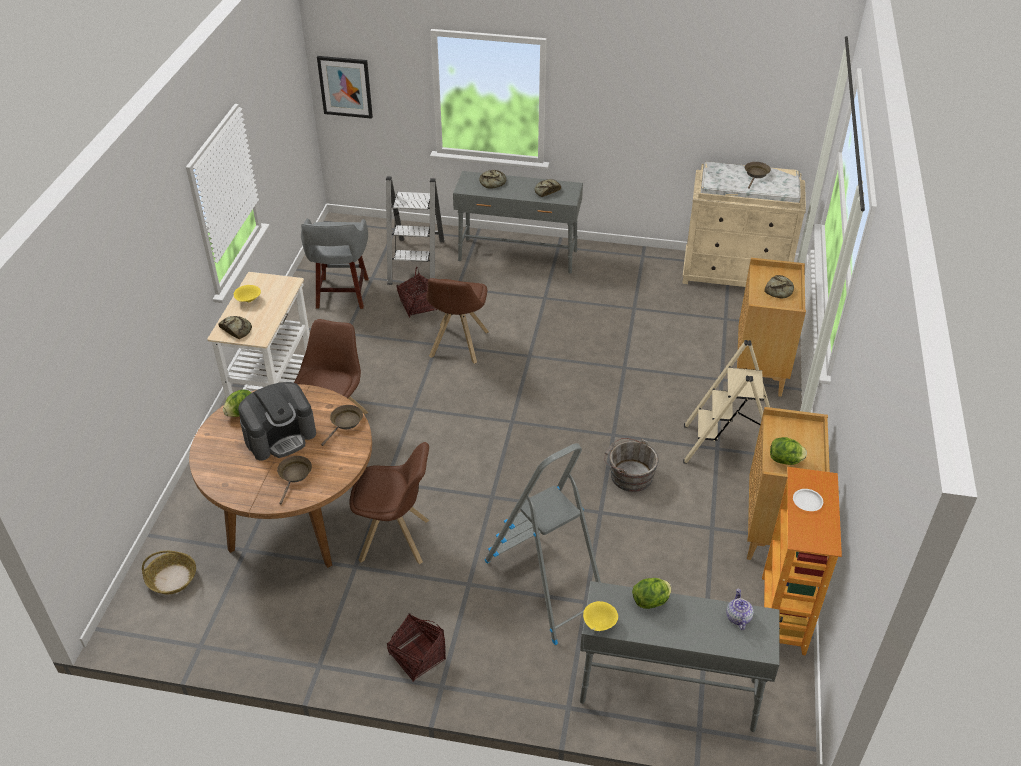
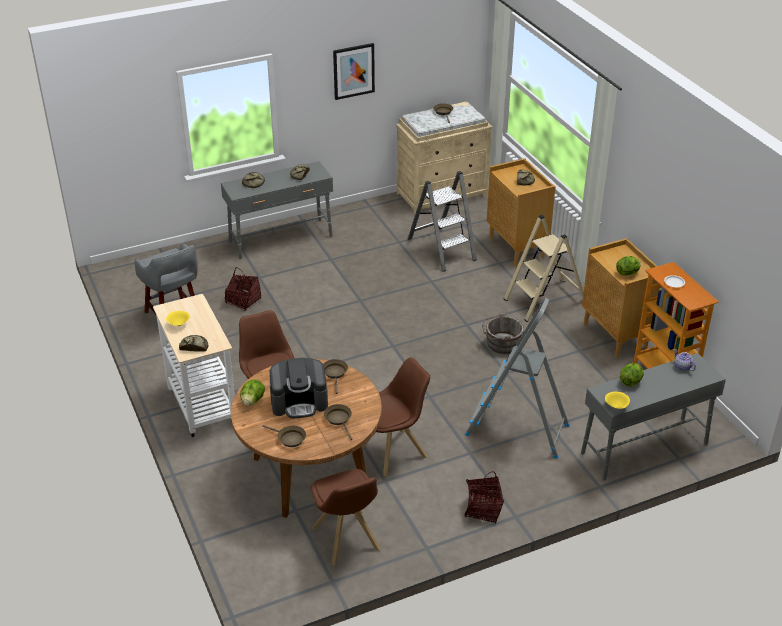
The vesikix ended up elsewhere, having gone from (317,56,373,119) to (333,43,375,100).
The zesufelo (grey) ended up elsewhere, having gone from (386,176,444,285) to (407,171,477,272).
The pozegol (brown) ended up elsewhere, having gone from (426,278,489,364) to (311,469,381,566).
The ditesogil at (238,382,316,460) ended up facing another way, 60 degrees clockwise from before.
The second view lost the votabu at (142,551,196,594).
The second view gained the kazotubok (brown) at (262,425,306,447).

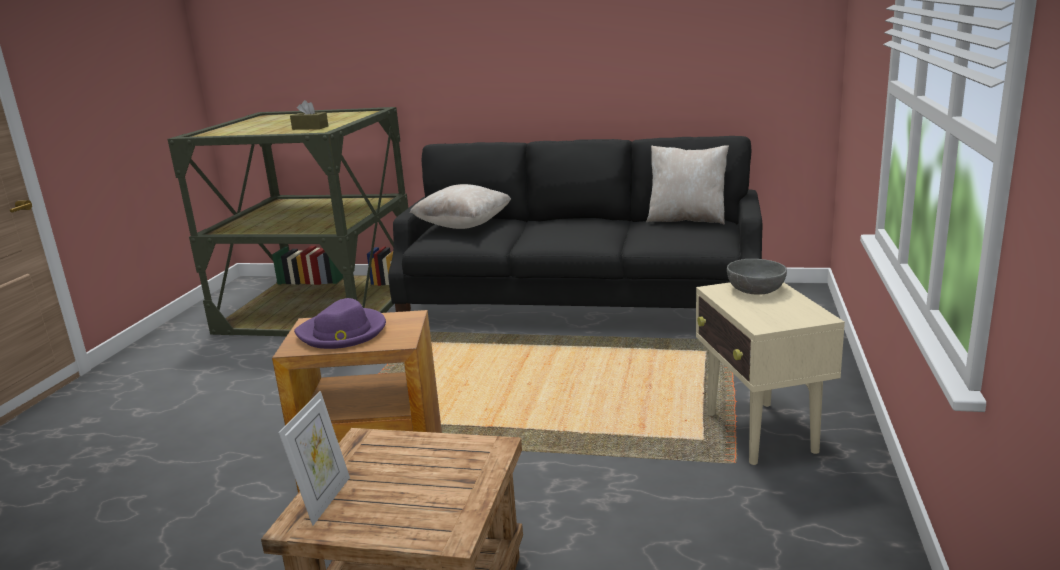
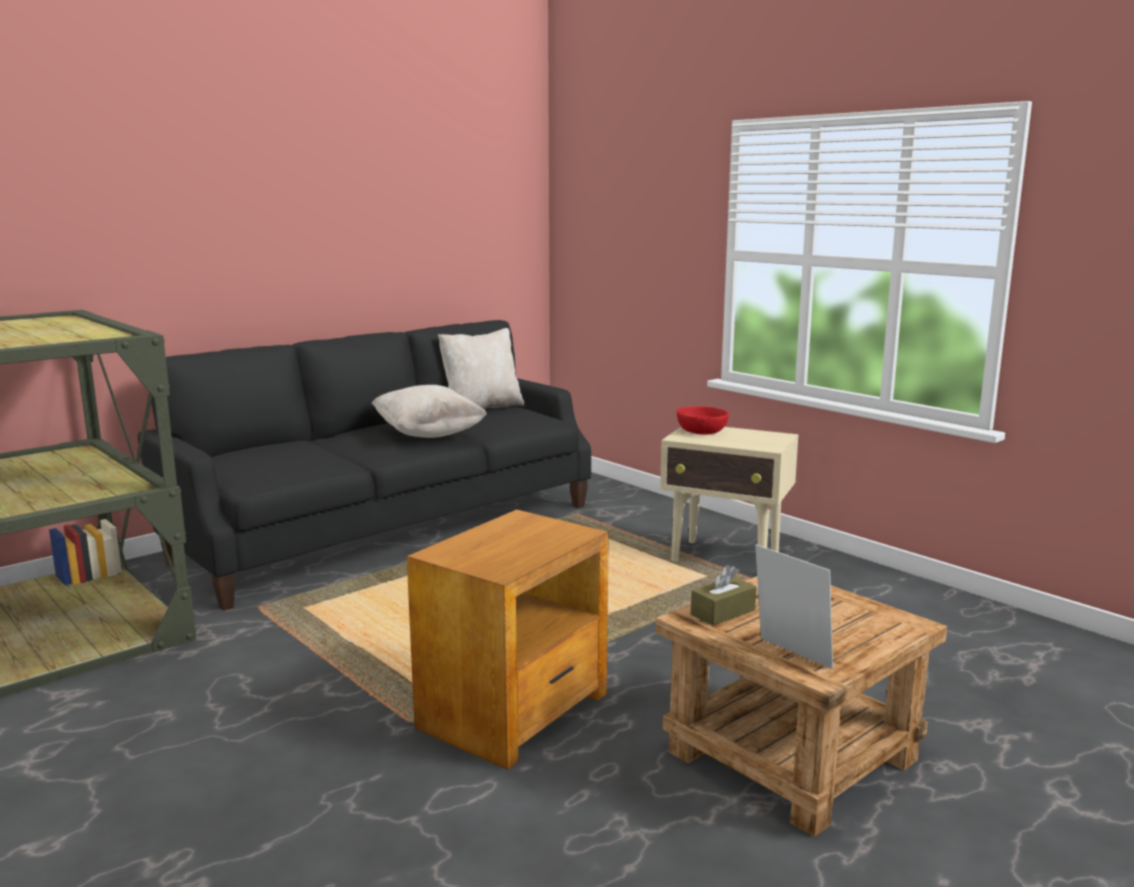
The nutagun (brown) ended up elsewhere, having gone from (290,100,328,130) to (691,565,756,625).
The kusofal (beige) ended up elsewhere, having gone from (409,184,511,229) to (372,385,487,438).
What was the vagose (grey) at (727,259,787,295) turned into the vagose (red) at (677,406,729,434).
The second view lost the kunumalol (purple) at (294,298,386,349).

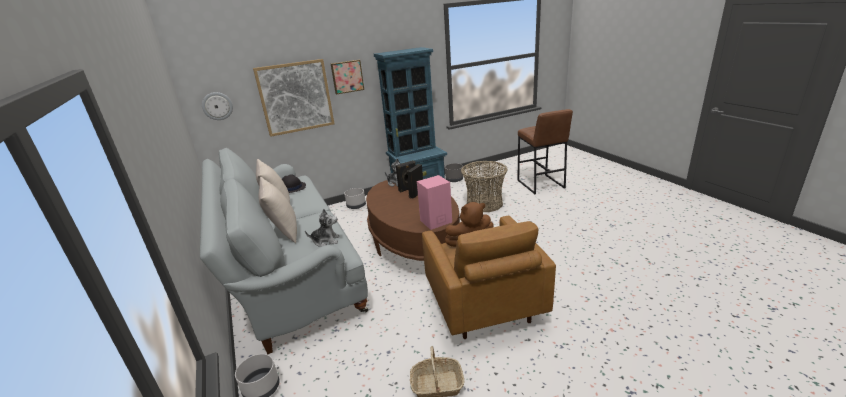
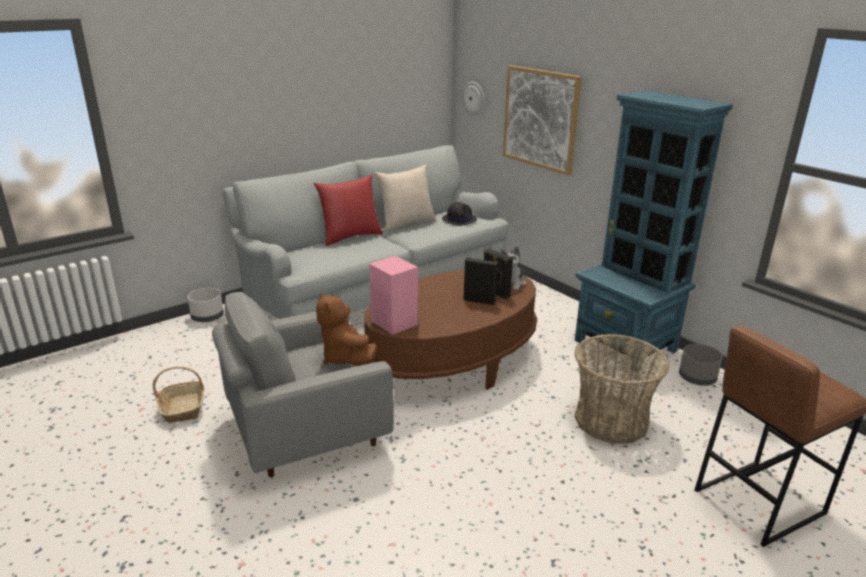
The second view lost the vesikix at (331,60,364,94).
What was the kusofal (beige) at (259,177,297,243) turned into the kusofal (red) at (314,174,383,246).
The second view lost the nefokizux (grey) at (344,188,366,209).
The second view lost the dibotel at (305,208,339,247).
What was the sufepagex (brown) at (422,216,556,339) turned into the sufepagex (grey) at (212,292,394,477).

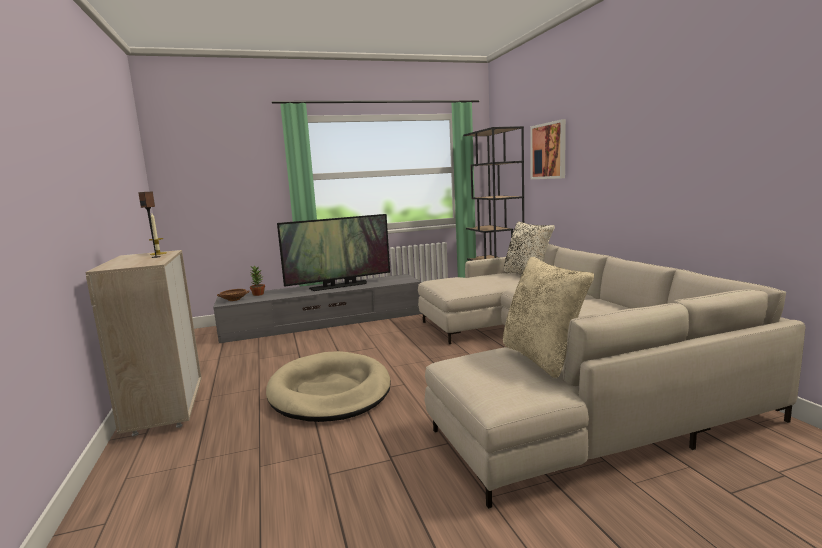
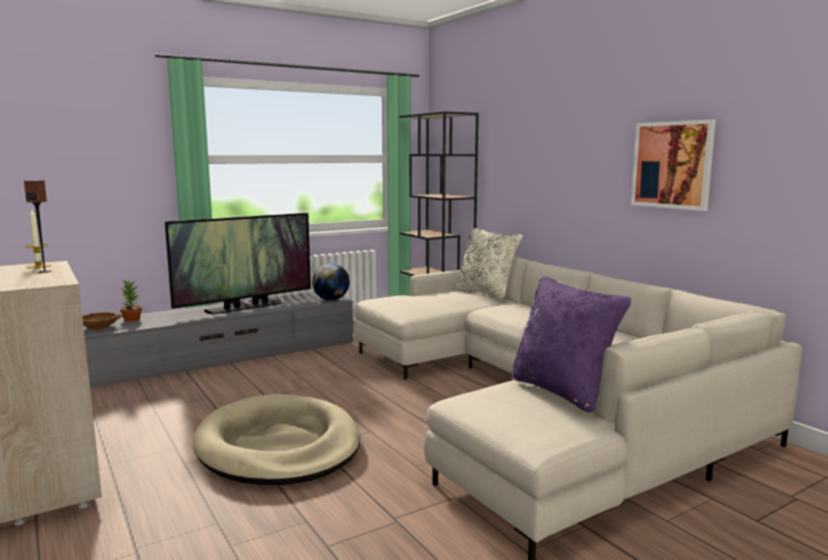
The vesikix ended up elsewhere, having gone from (530,119,566,179) to (631,120,716,211).
What was the kusofal (beige) at (503,257,594,378) turned into the kusofal (purple) at (512,276,632,413).
The second view gained the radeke at (312,263,350,300).

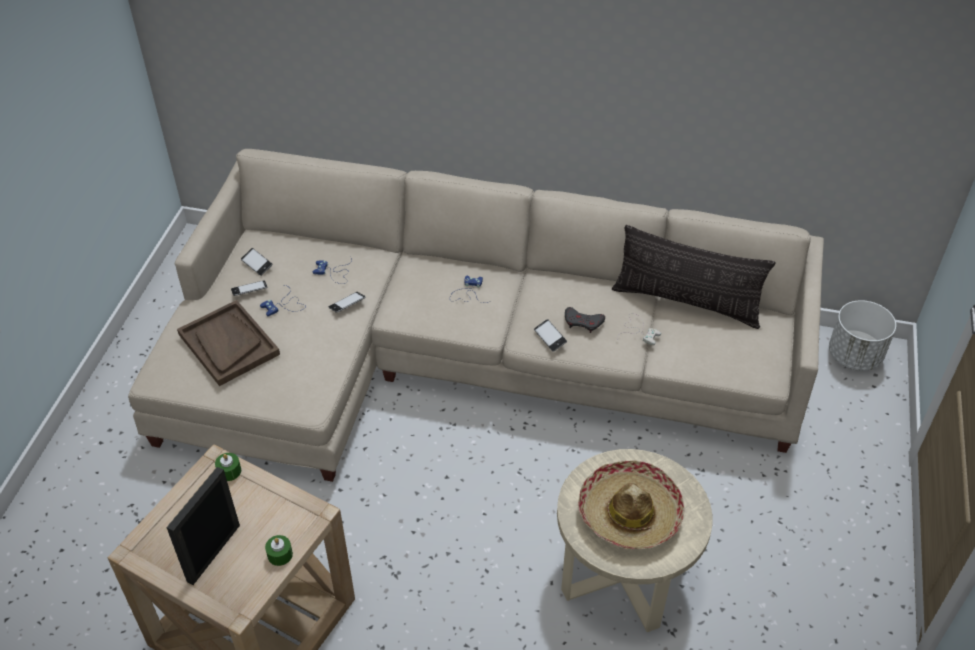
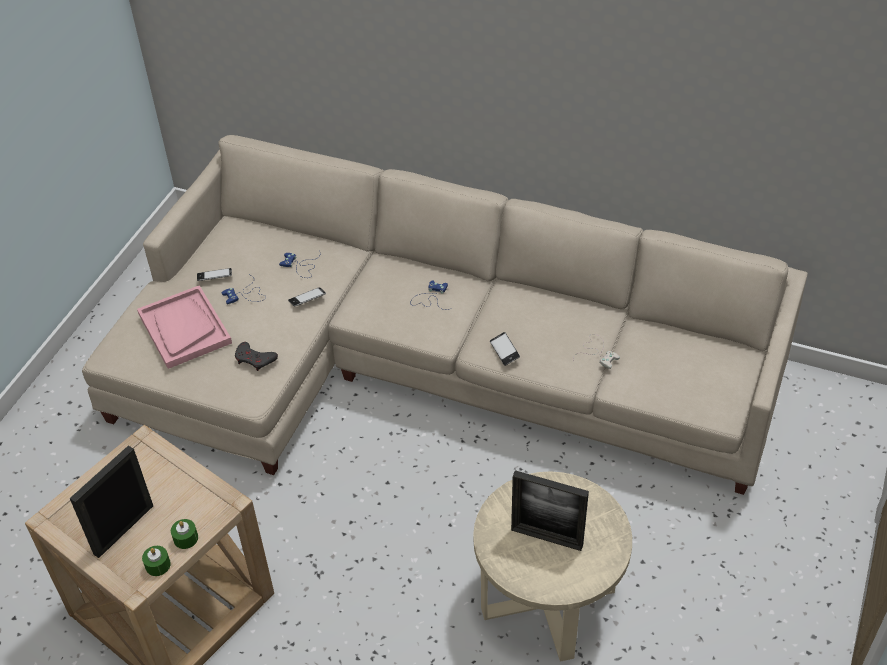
The second view lost the kusofal at (612,225,775,329).
The second view lost the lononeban at (241,248,272,276).
What was the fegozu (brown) at (177,300,280,386) turned into the fegozu (pink) at (137,285,232,369).
The second view lost the nefokizux (white) at (829,300,896,371).
The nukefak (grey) ended up elsewhere, having gone from (565,307,605,333) to (235,342,278,371).
The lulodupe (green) ended up elsewhere, having gone from (215,453,241,481) to (142,546,171,576).
Where the kunumalol stood at (578,461,684,550), the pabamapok came to stand at (511,470,589,551).

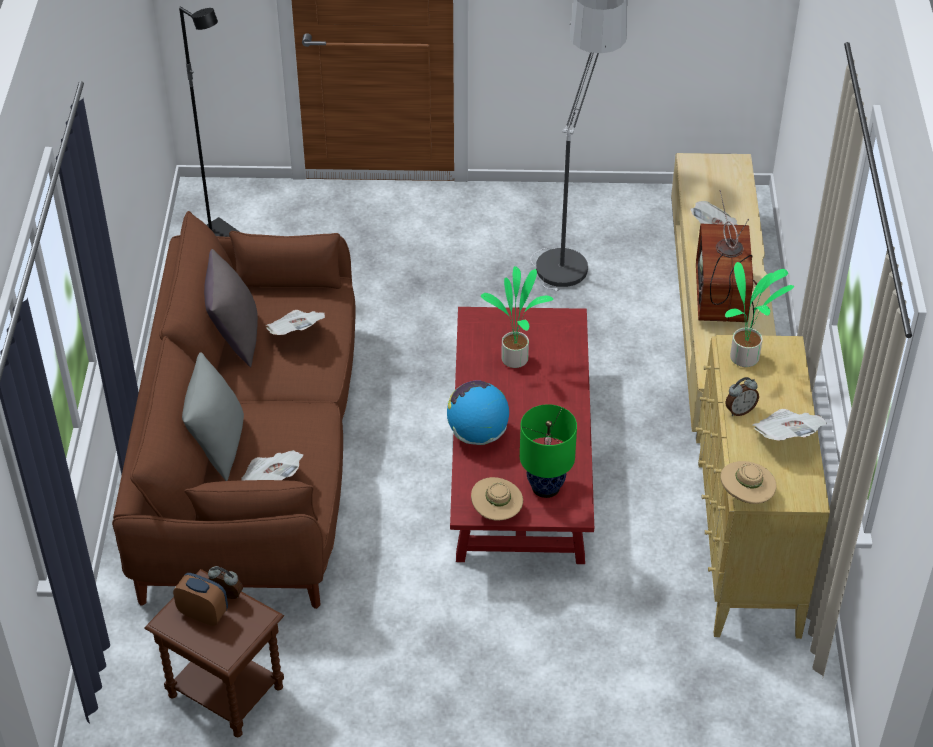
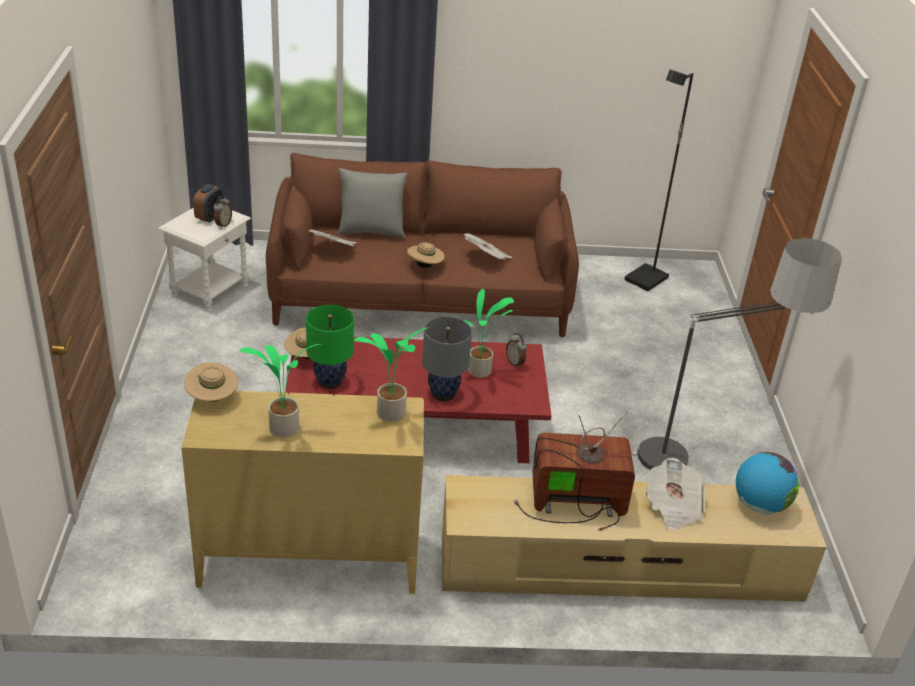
The second view lost the kusofal (grey) at (204,249,258,367).
The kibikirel ended up elsewhere, having gone from (725,377,759,416) to (506,333,527,368).
The radeke ended up elsewhere, having gone from (447,380,509,445) to (736,452,799,515).
Where the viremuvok stood at (753,409,827,440), the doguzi came to stand at (240,344,322,437).
What was the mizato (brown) at (144,569,284,737) turned into the mizato (white) at (158,208,251,312).
The second view gained the kunumalol (beige) at (407,242,445,268).
The second view gained the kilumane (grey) at (422,317,472,401).

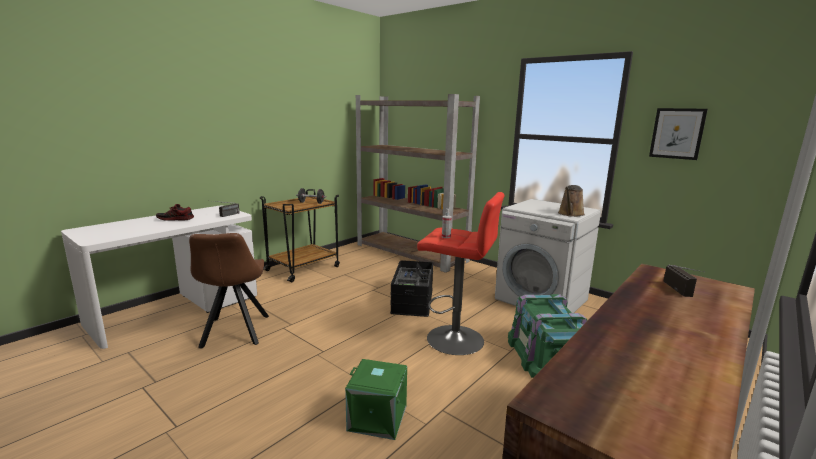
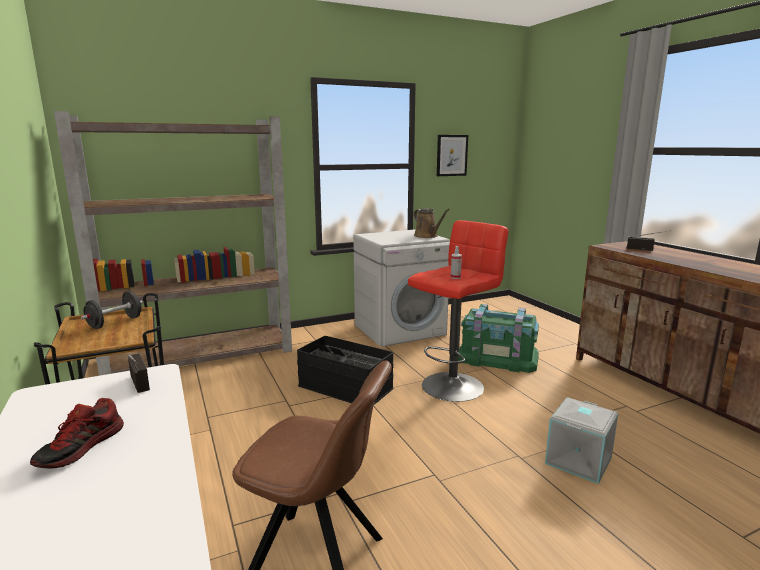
What was the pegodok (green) at (345,359,407,440) turned into the pegodok (grey) at (545,397,618,484).

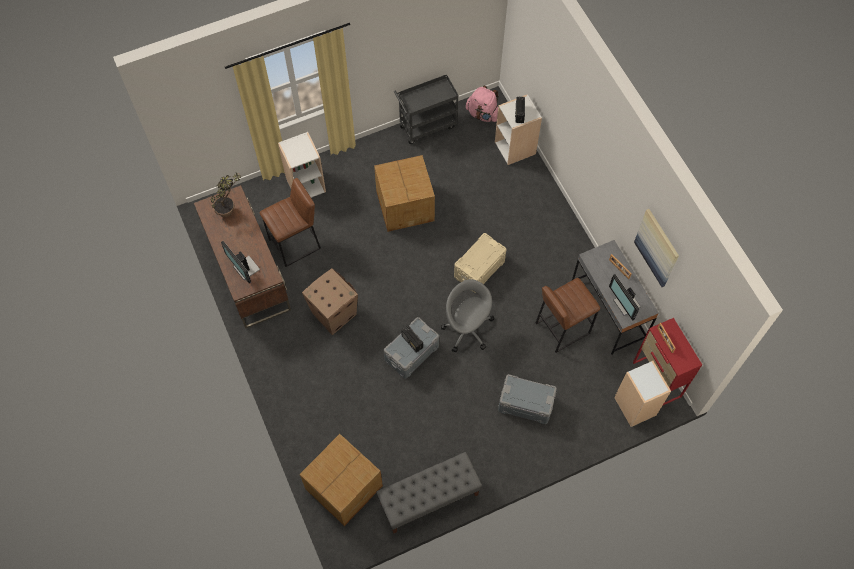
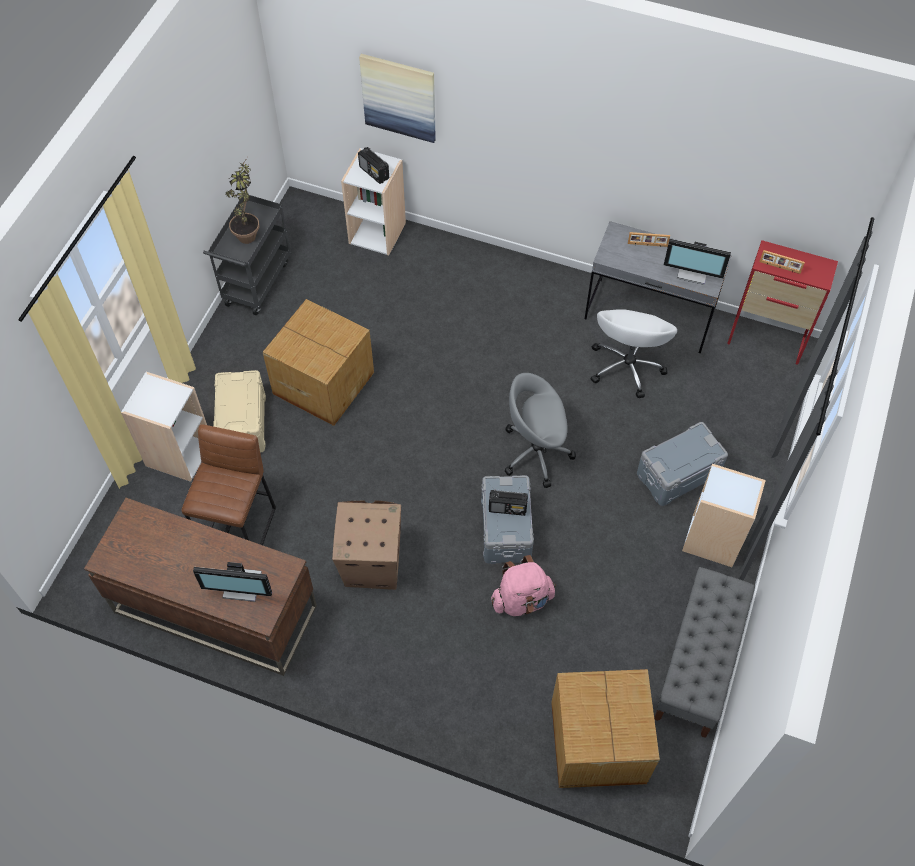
The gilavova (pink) ended up elsewhere, having gone from (466,86,499,122) to (491,555,556,616).
The doguzi ended up elsewhere, having gone from (210,173,241,218) to (225,158,259,244).
The vesikix ended up elsewhere, having gone from (634,209,679,287) to (359,54,436,143).
The pegodok (beige) ended up elsewhere, having gone from (454,233,507,293) to (213,370,266,453).
Where the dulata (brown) stood at (535,278,600,353), the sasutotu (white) came to stand at (591,309,677,398).
The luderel ended up elsewhere, having gone from (614,361,671,427) to (682,464,766,567).

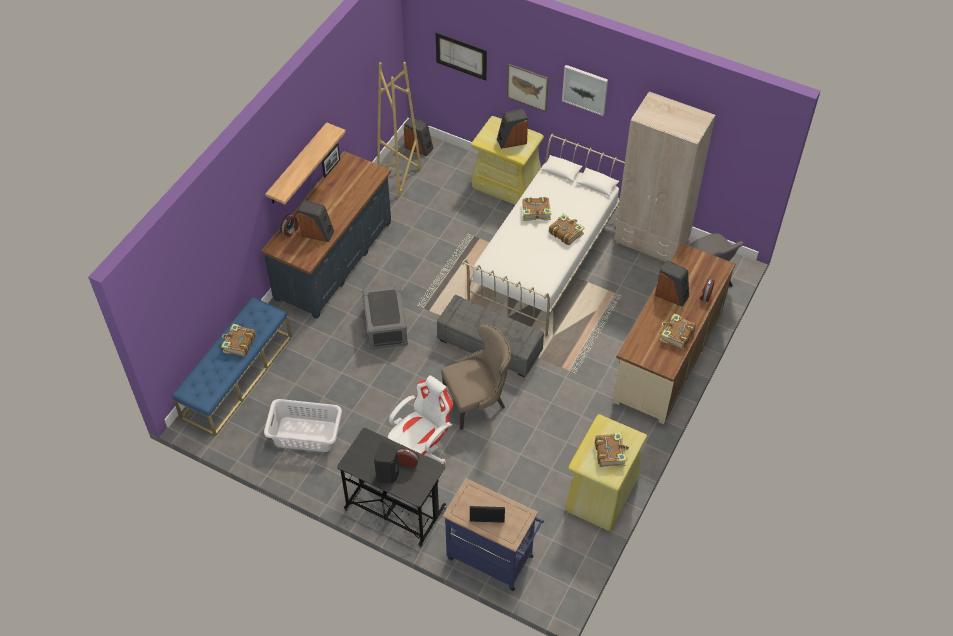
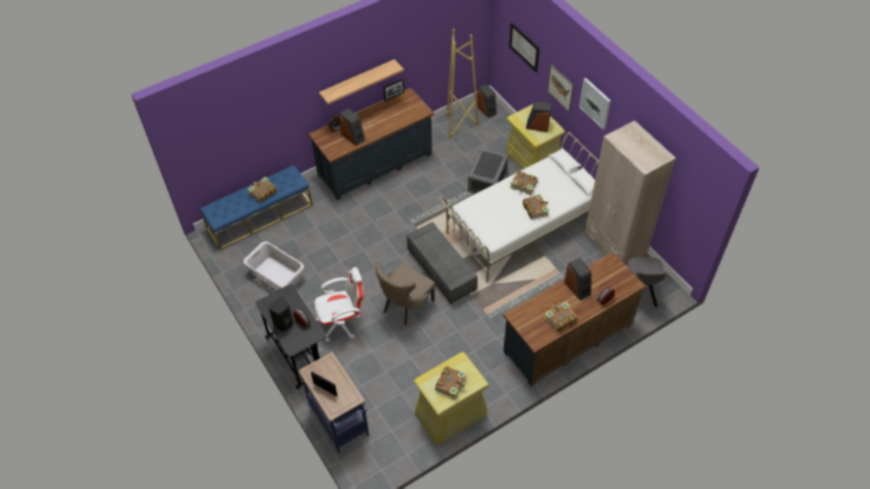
What was the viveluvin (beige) at (613,243,735,424) turned into the viveluvin (blue) at (503,252,646,386).
The pegodok (grey) ended up elsewhere, having gone from (362,285,408,350) to (468,148,508,193).
The pozegol (beige) at (441,324,511,430) ended up facing another way, 120 degrees clockwise from before.

